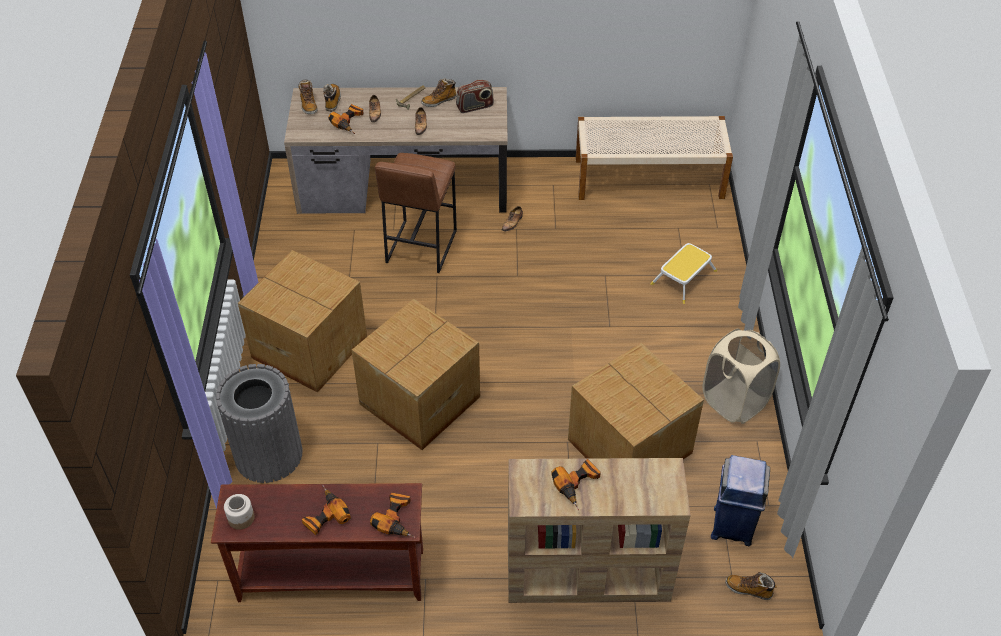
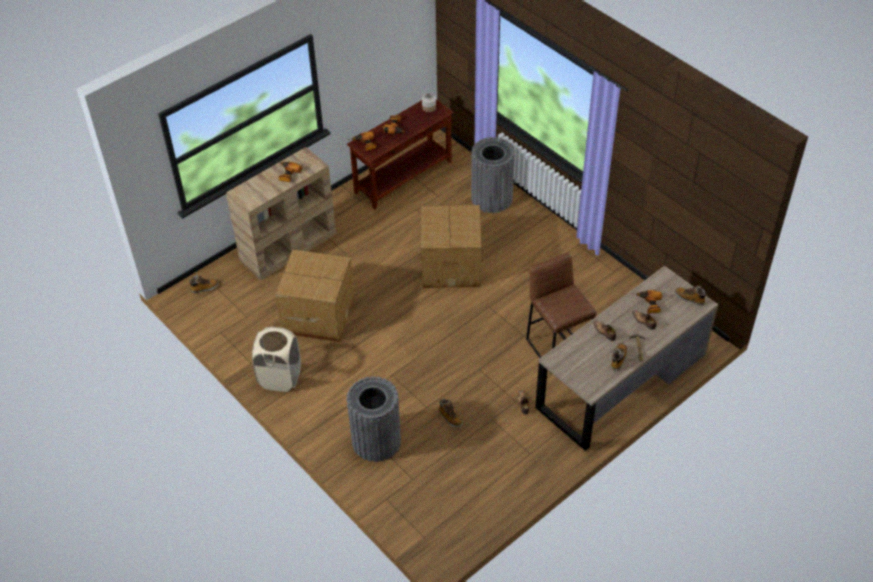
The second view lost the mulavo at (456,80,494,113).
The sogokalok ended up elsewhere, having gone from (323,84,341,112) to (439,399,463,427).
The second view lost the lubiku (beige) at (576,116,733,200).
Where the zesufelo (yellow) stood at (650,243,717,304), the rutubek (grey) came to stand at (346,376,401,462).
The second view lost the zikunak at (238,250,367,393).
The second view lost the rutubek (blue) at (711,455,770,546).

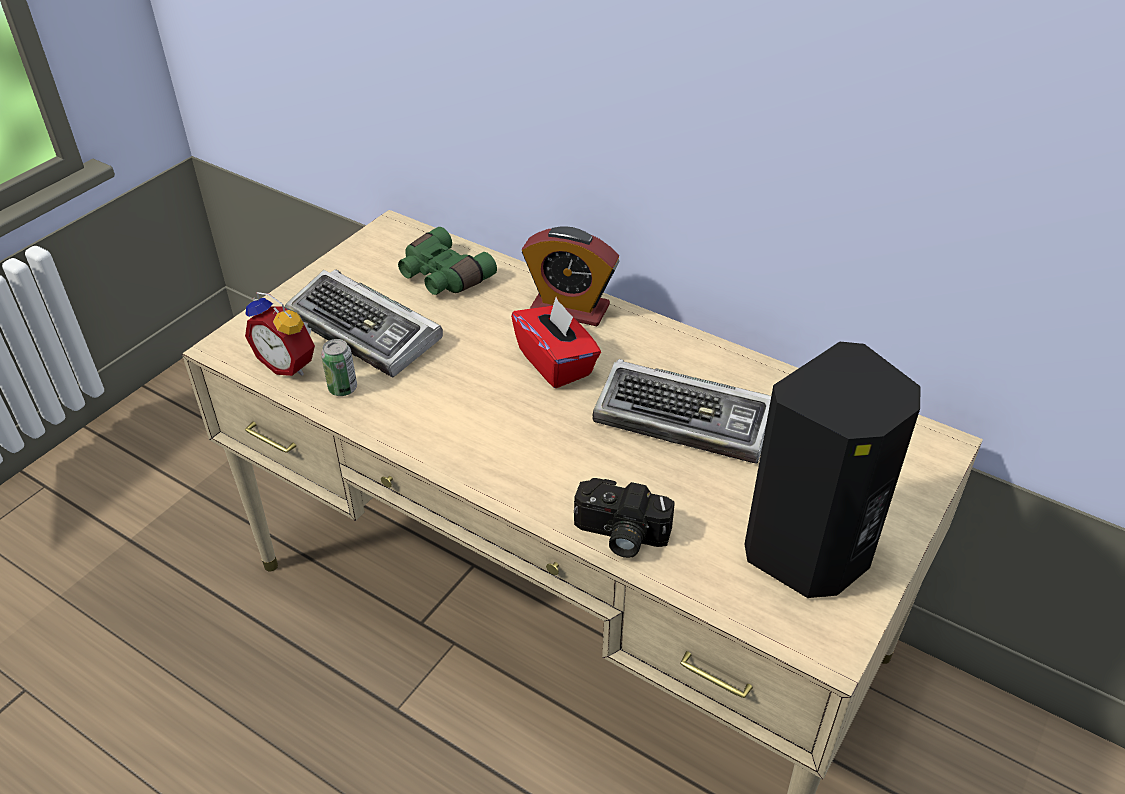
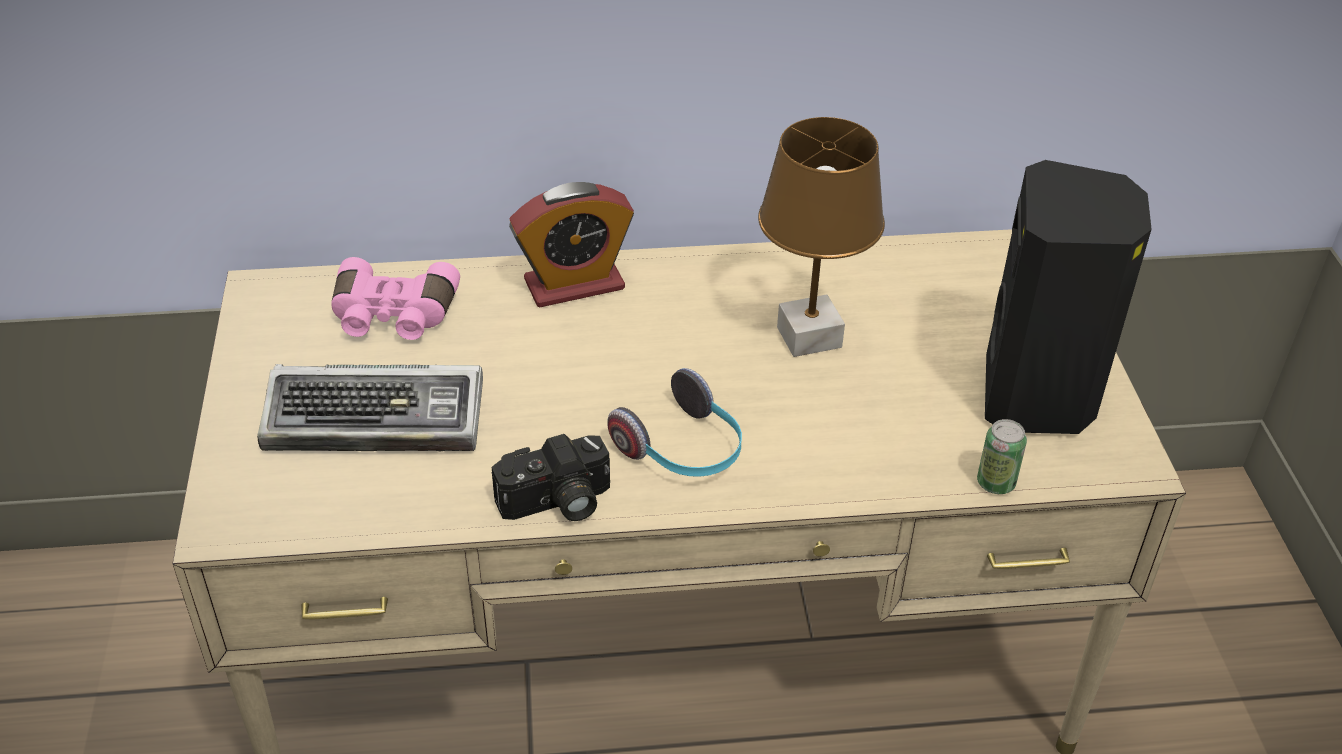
What was the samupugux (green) at (398,227,497,295) turned into the samupugux (pink) at (331,257,460,340).
The second view lost the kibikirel at (245,292,315,376).
The second view lost the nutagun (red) at (511,297,601,388).
The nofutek ended up elsewhere, having gone from (321,339,357,396) to (977,419,1027,494).
Where the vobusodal stood at (593,359,771,464), the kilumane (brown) came to stand at (758,117,885,357).
The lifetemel ended up elsewhere, having gone from (574,478,675,558) to (492,434,610,521).
The second view gained the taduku at (607,368,742,477).

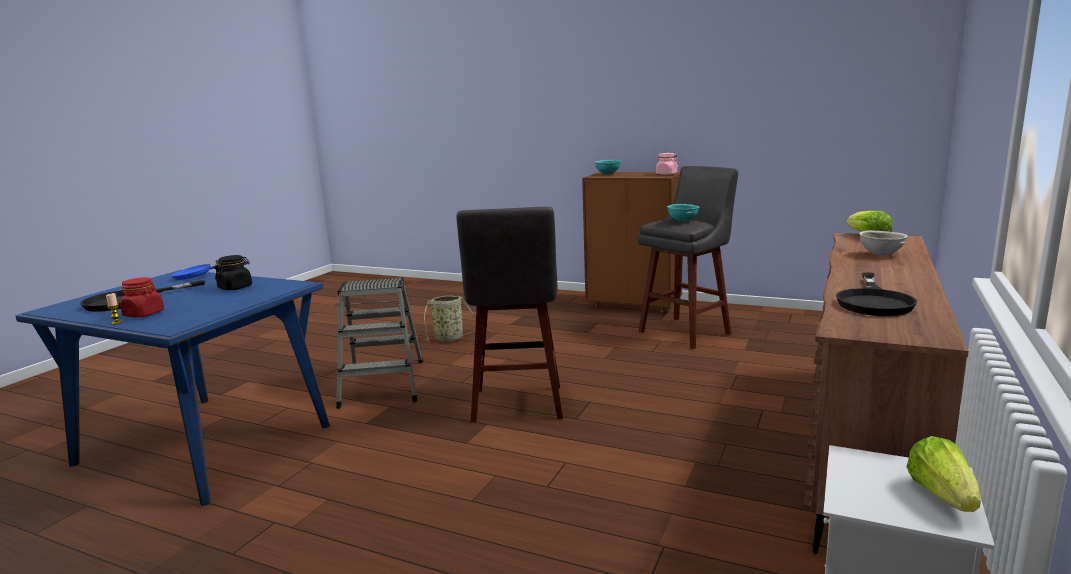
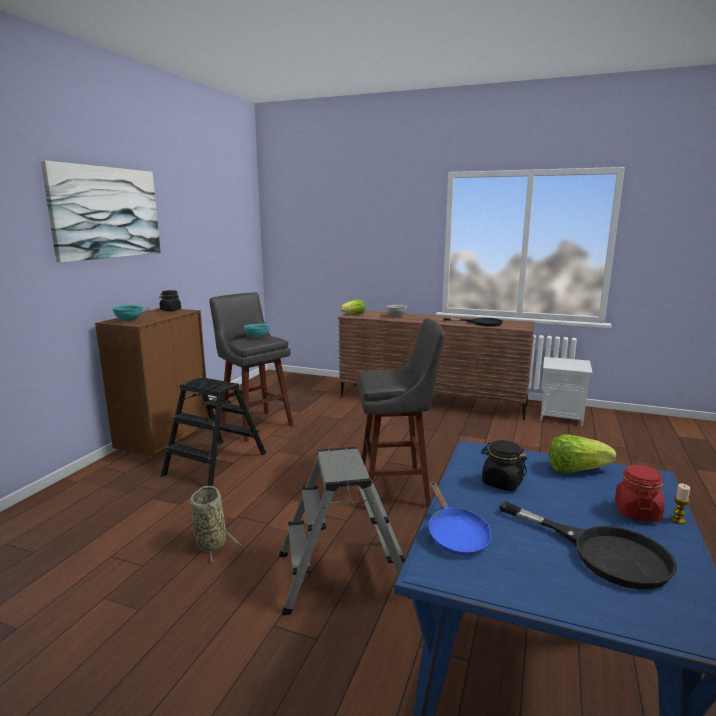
What was the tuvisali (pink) at (655,153,678,175) turned into the tuvisali (black) at (159,290,181,311).
The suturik ended up elsewhere, having gone from (906,436,981,512) to (549,434,617,473).
The second view gained the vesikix at (41,160,161,263).
The second view gained the zesufelo (black) at (160,377,266,486).

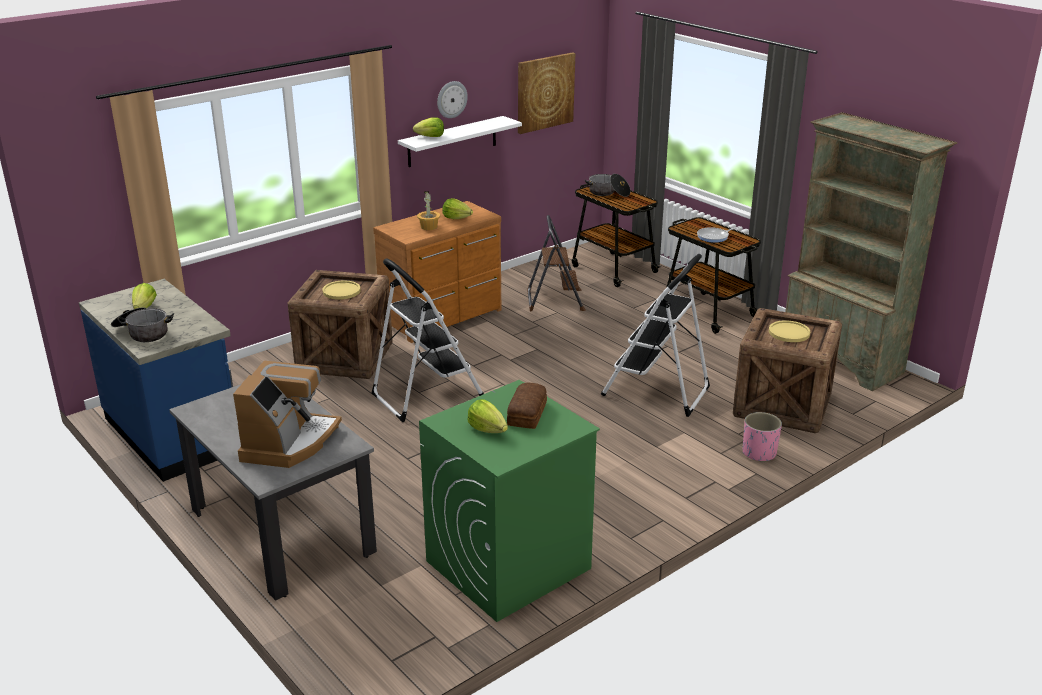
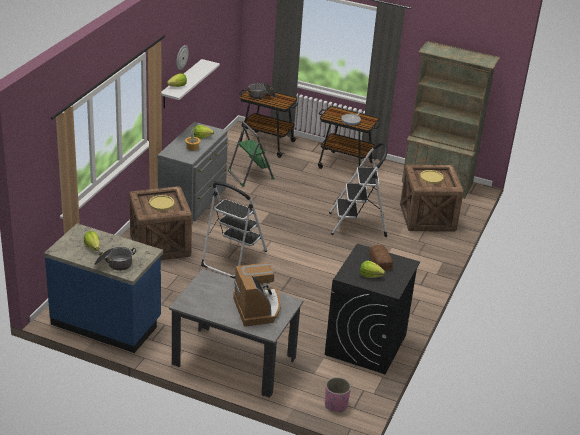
The second view lost the vesikix at (518,52,575,134).
What was the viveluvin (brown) at (373,201,501,343) turned into the viveluvin (grey) at (157,122,228,224).
What was the zesufelo (brown) at (527,215,586,311) turned into the zesufelo (green) at (228,121,275,187).
What was the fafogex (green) at (419,380,600,622) turned into the fafogex (black) at (325,244,420,374).
The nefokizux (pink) ended up elsewhere, having gone from (743,412,782,463) to (325,377,351,412).

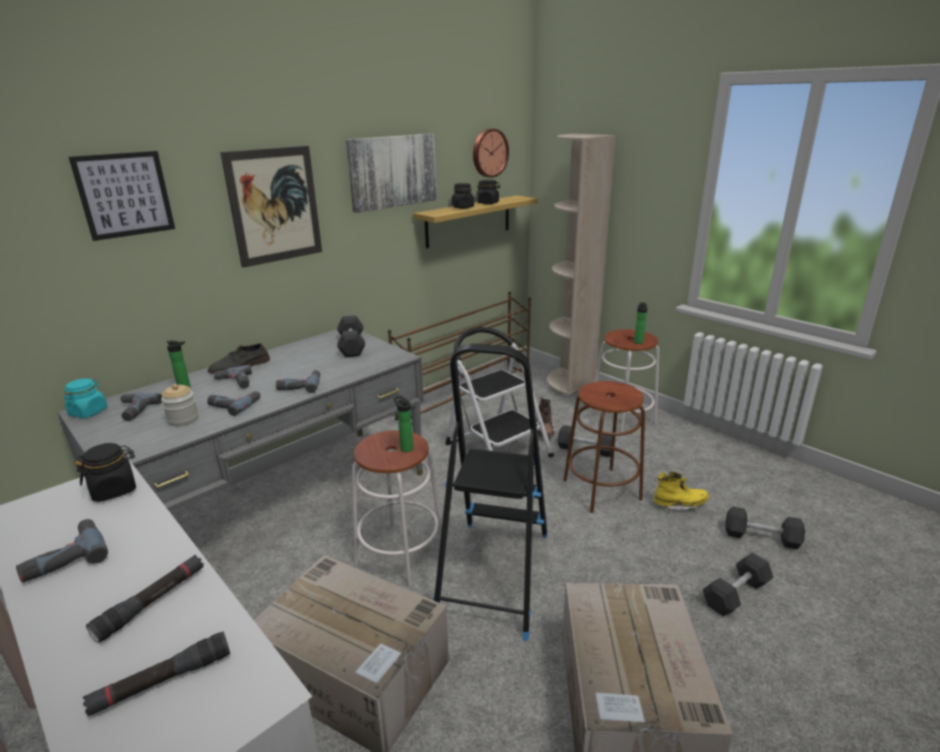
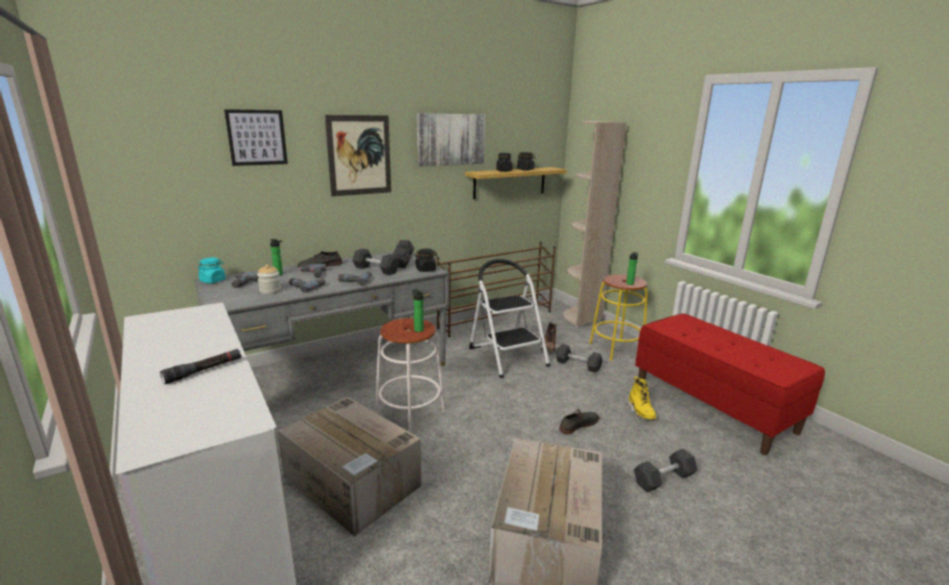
The second view lost the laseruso at (473,129,509,178).
What was the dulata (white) at (589,329,659,437) turned into the dulata (yellow) at (589,275,648,361).
The second view lost the zesufelo (black) at (433,343,548,641).
The second view lost the dulata (brown) at (563,381,645,513).
The tuvisali (black) ended up elsewhere, having gone from (75,443,136,502) to (415,249,438,272).
The sogokalok (yellow) at (654,471,709,513) ended up facing another way, 75 degrees clockwise from before.
The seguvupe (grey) ended up elsewhere, having gone from (725,506,805,549) to (352,248,399,275).
The second view lost the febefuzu at (16,519,108,582).
The second view lost the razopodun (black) at (83,631,230,716).
The second view gained the lubiku (red) at (635,313,825,455).
The second view gained the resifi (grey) at (559,409,599,434).

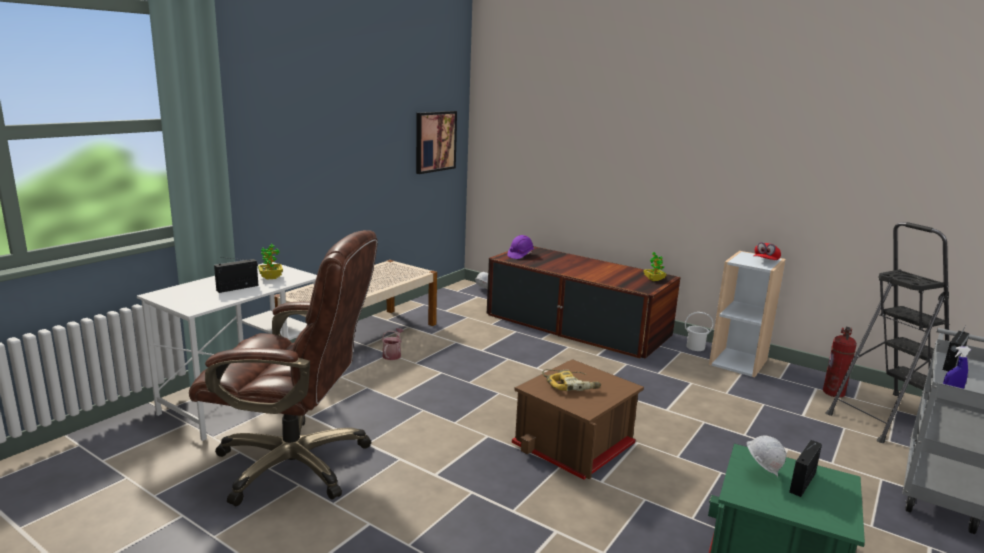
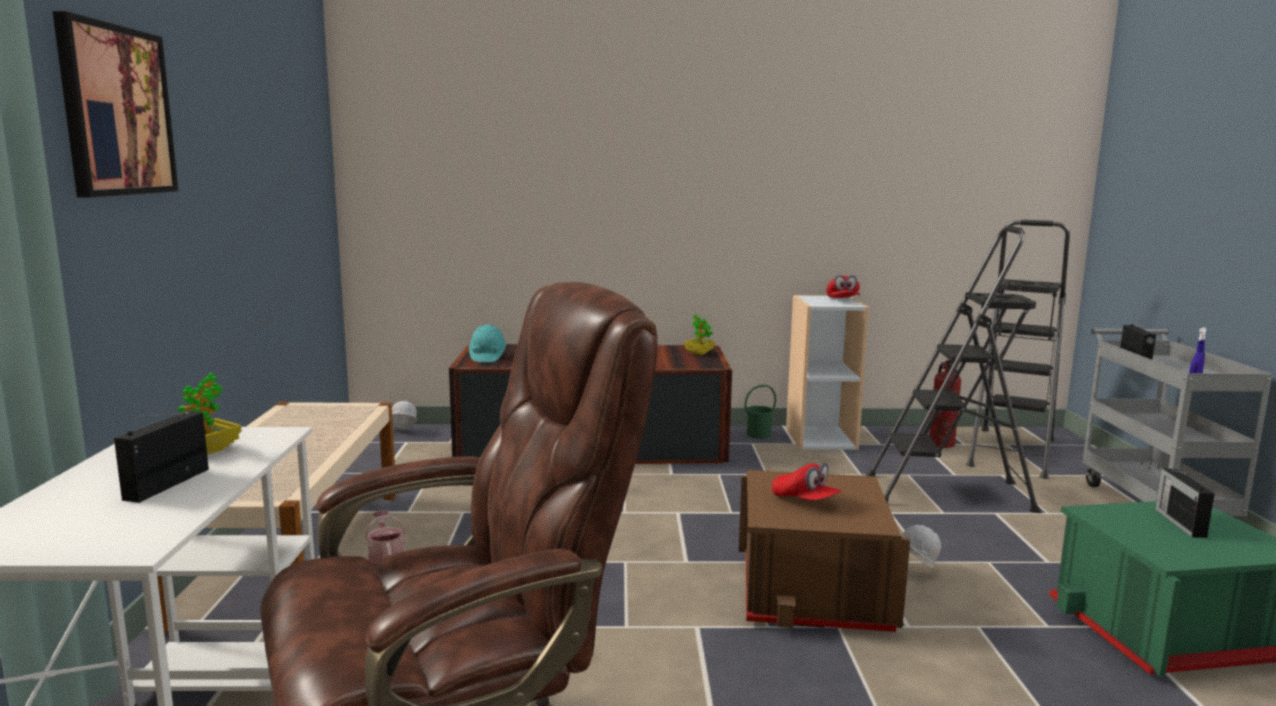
The vesikix ended up elsewhere, having gone from (416,111,457,174) to (53,11,178,197).
What was the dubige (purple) at (507,235,534,259) turned into the dubige (turquoise) at (469,325,507,362).
What was the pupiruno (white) at (685,312,714,351) turned into the pupiruno (green) at (744,385,776,439).
Where the febefuzu stood at (542,369,601,391), the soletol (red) came to stand at (772,463,841,501).
The dubige (white) ended up elsewhere, having gone from (747,436,787,477) to (901,525,941,568).
The second view gained the zesufelo at (865,225,1041,513).

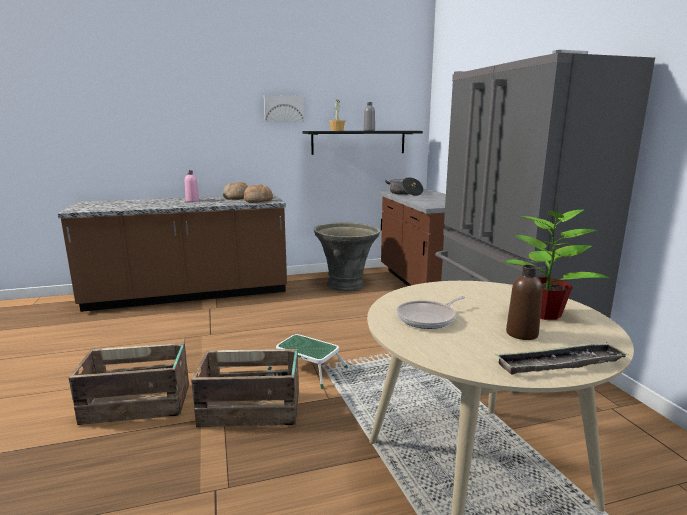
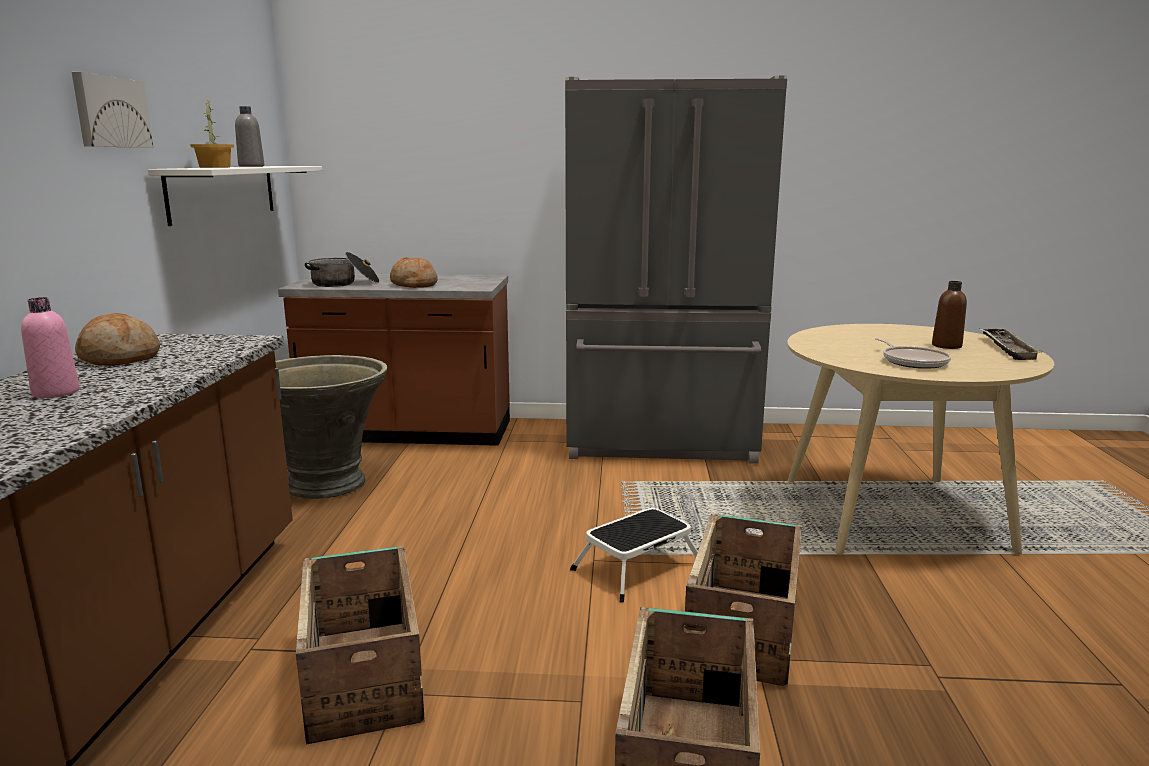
What was the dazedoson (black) at (303,131,423,155) turned into the dazedoson (white) at (148,166,322,226).
The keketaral ended up elsewhere, having gone from (244,184,273,203) to (390,257,438,288).
The second view lost the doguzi at (504,201,609,320).
What was the zesufelo (green) at (268,334,348,389) turned into the zesufelo (black) at (570,508,698,603).
The second view gained the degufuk at (296,546,425,745).

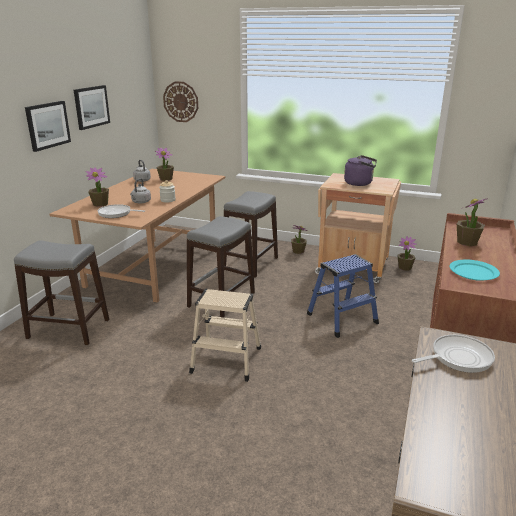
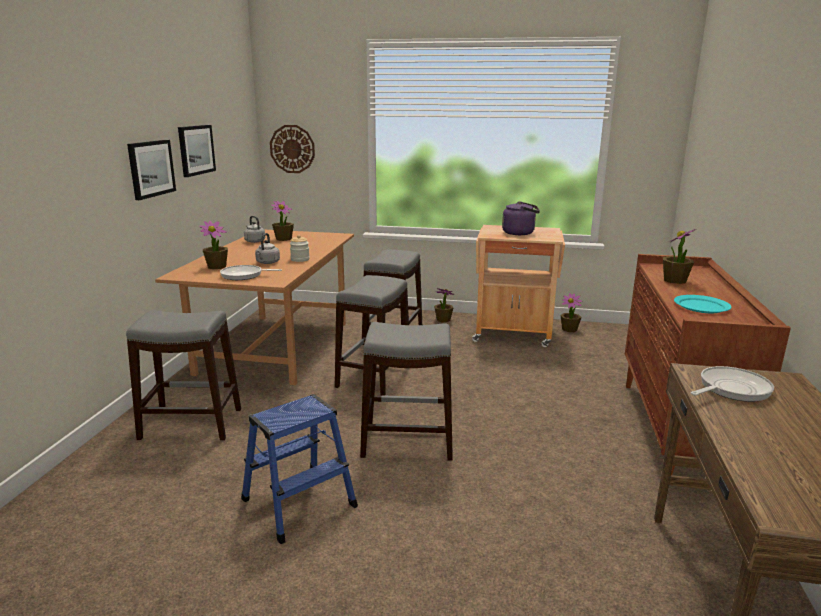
The zesufelo (blue) ended up elsewhere, having gone from (307,254,379,338) to (241,394,358,544).
Where the zesufelo (beige) stood at (189,289,261,382), the dulata (grey) came to stand at (360,322,453,461).

